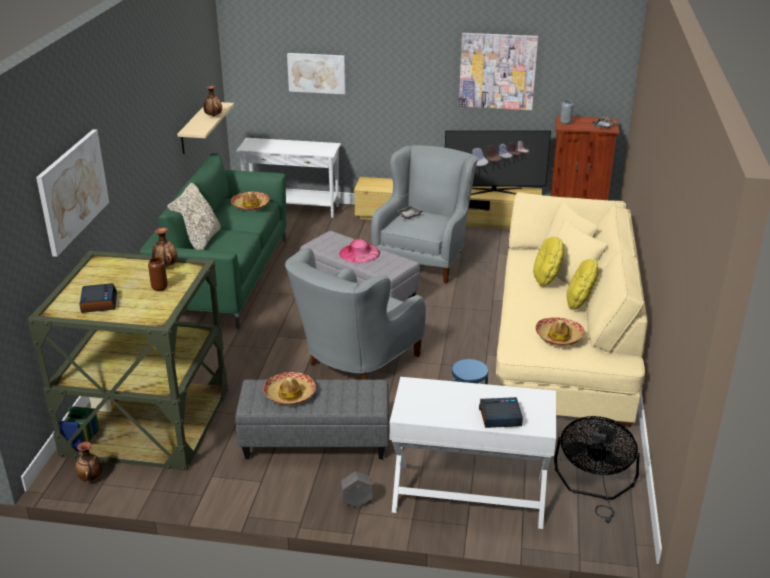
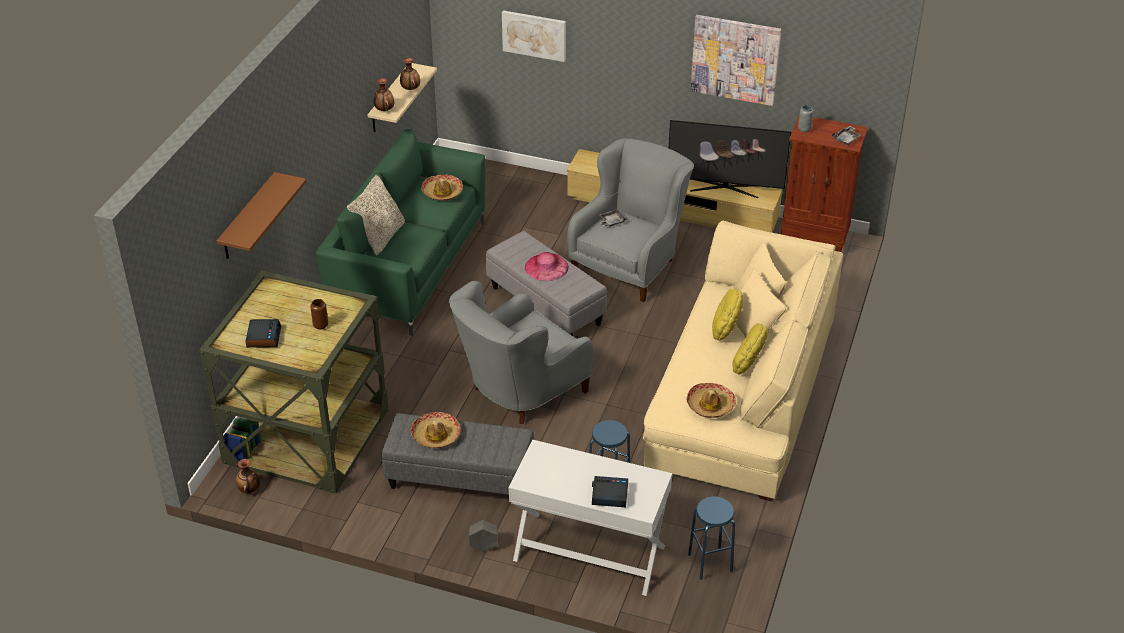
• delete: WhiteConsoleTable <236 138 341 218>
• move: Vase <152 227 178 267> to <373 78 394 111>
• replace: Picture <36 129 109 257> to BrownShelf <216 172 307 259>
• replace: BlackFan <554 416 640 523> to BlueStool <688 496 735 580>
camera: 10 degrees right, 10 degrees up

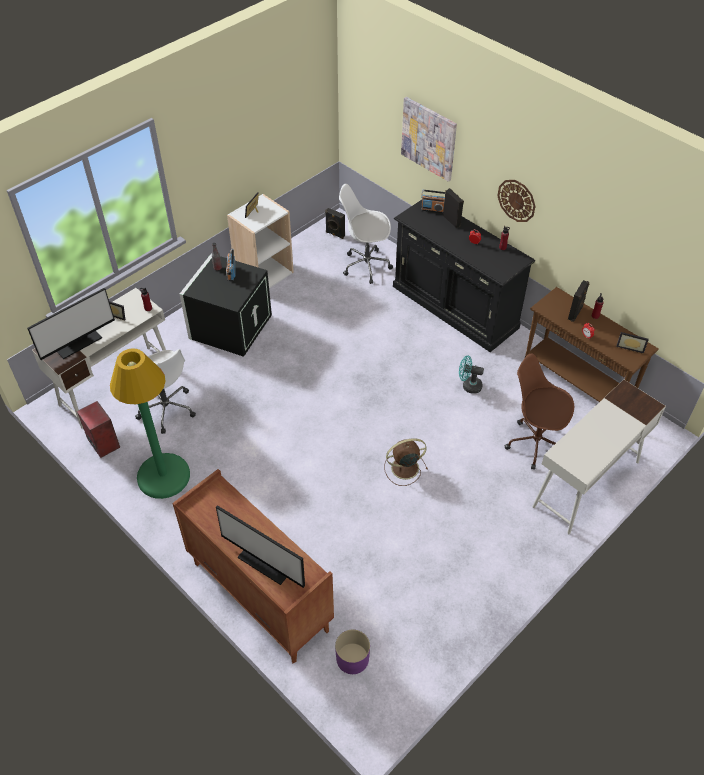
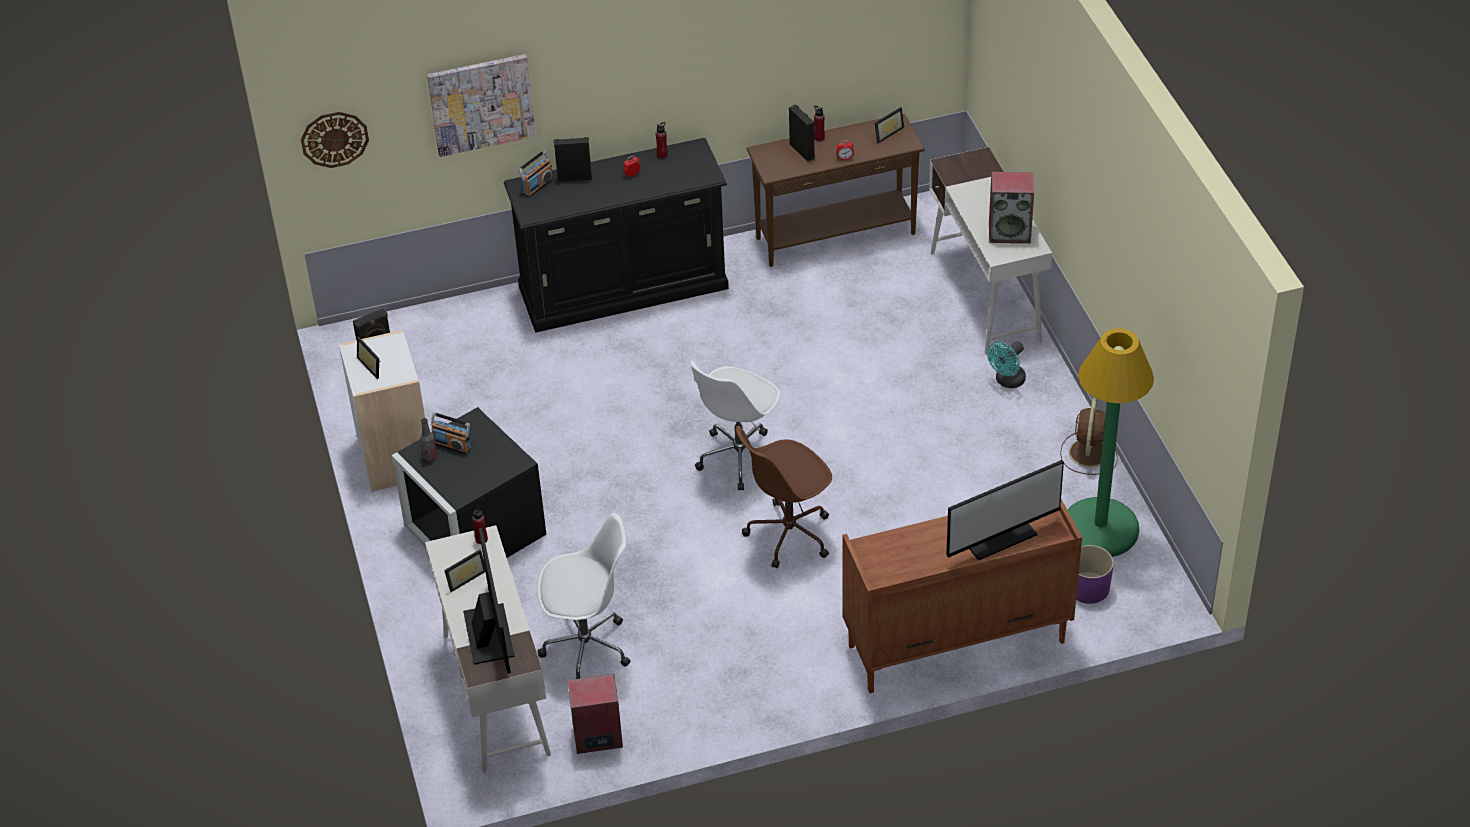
• insert: Speaker <989 172 1034 243>
• move: GreenFloorLamp <110 349 190 499> to <1068 328 1154 557>
• move: WhiteOfficeChair <339 184 393 284> to <690 361 781 491>
• move: BrownFan <384 438 428 486> to <1060 397 1118 475>
• move: TurquoiseFan <459 355 484 394> to <987 341 1026 388>
• move: WallClock <498 180 536 222> to <301 112 369 168>
• move: BrownOfficeChair <504 353 574 470> to <736 426 832 568>
camera: 60 degrees left, 5 degrees down

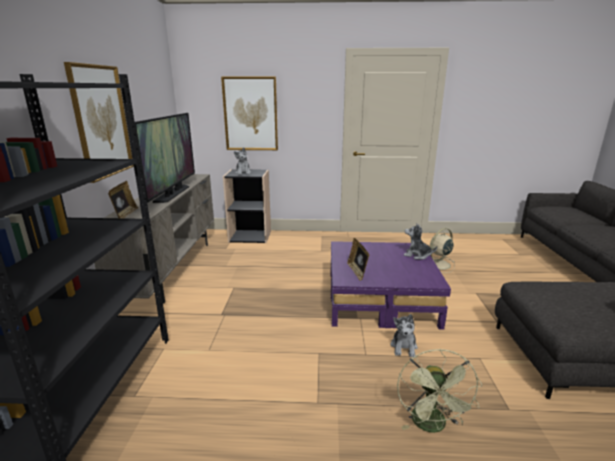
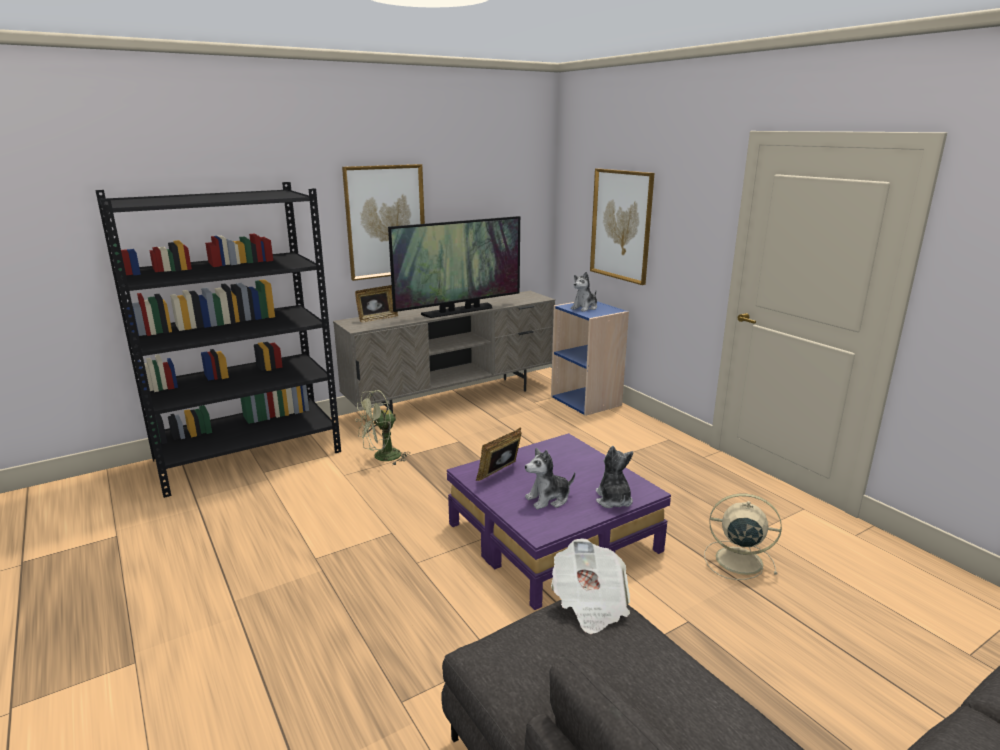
• insert: Newspaper <551 539 630 634>
• move: PlushToy <390 314 418 357> to <525 448 575 509>
• move: GreenFan <397 349 482 433> to <355 390 410 466>
• recolor: BlackBookcase <223 169 271 243> to BlueBookcase <551 301 629 416>
camera: 55 degrees right, 0 degrees up

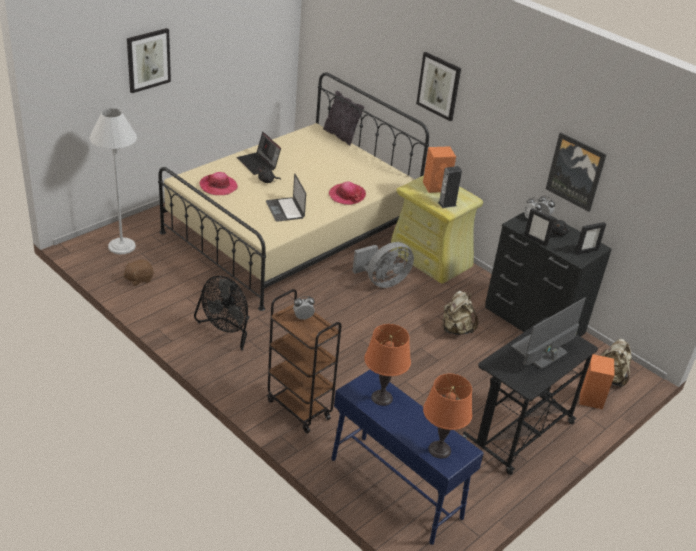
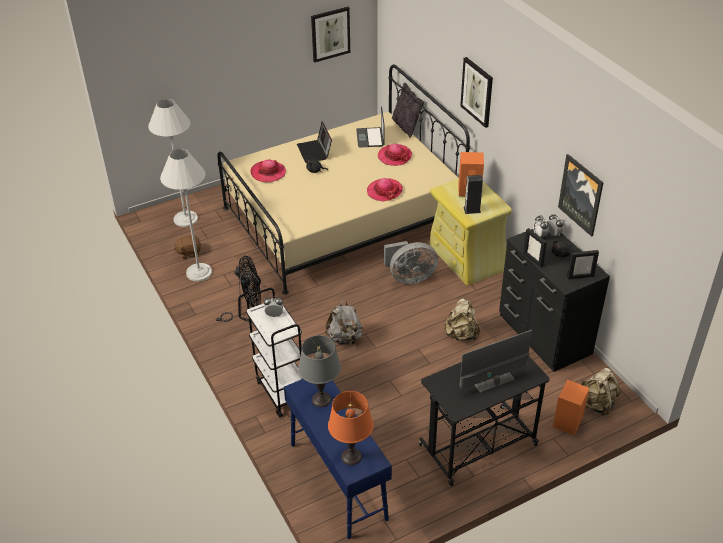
• insert: WhiteFloorLamp <160 149 212 282>
• insert: GreyBackpack <325 300 363 345>
• insert: Hat <378 144 412 166>
• move: Picture <127 28 171 93> to <311 7 350 62>
• move: Laptop <266 173 306 222> to <356 107 385 147>
• recolor: BrownCart <266 289 341 434> to WhiteCart <246 288 303 418>
• recolor: OrangeTableLamp <364 324 411 406> to GreyTableLamp <298 335 341 407>
• rotate: BlackFan <194 276 250 351> = <216 256 261 323> 150 degrees counterclockwise
camera: 20 degrees right, 5 degrees up

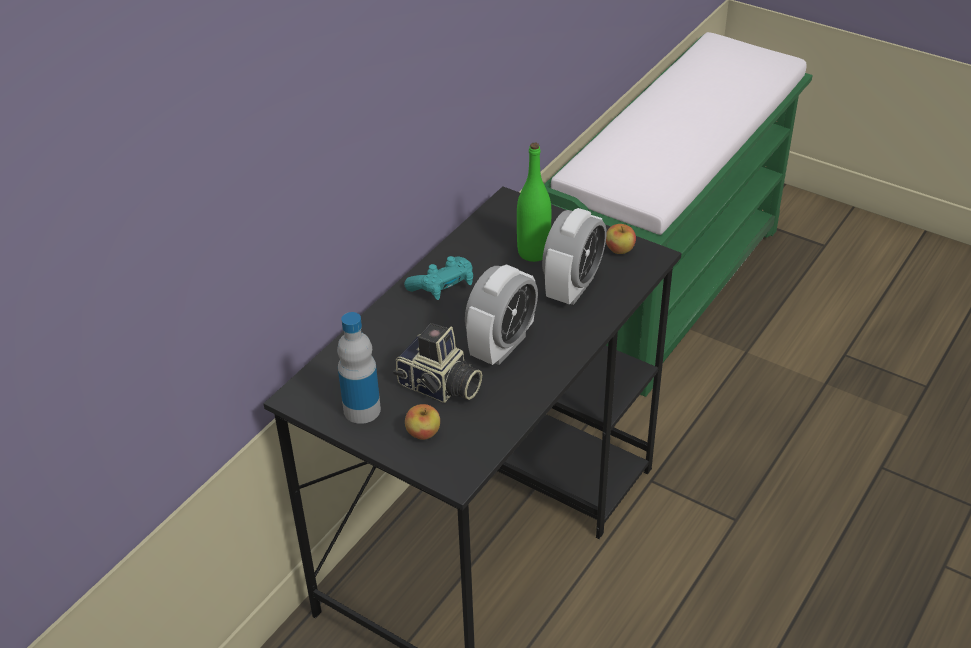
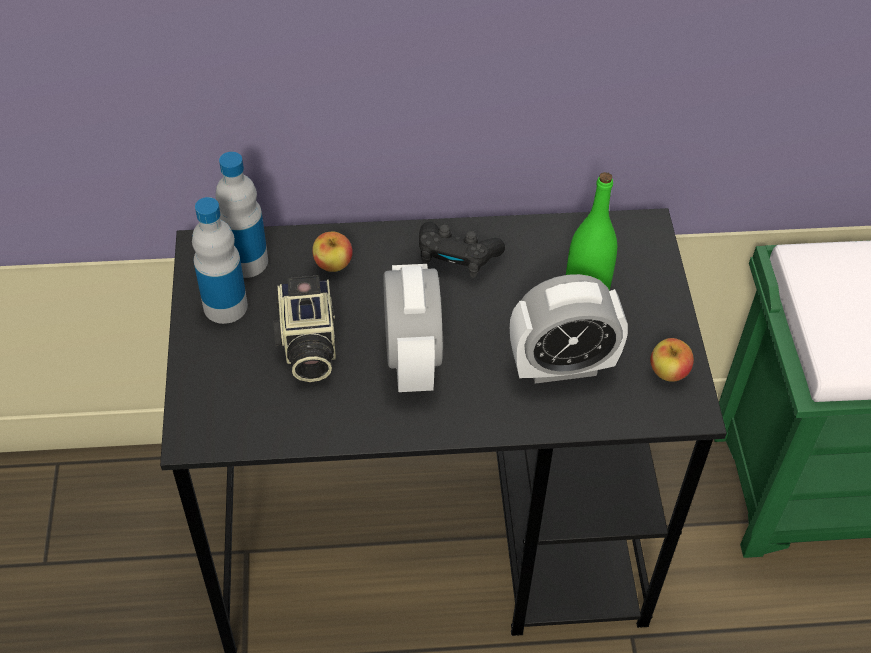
• insert: Bottle <216 152 268 278>
• move: Apple <405 404 440 440> to <312 232 353 272>
• recolor: TurquoiseGameController <404 256 473 300> to BlackGameController <419 222 505 278>
• rotate: AlarmClock <465 264 538 365> = <383 264 443 392> 90 degrees counterclockwise
camera: 50 degrees right, 10 degrees up

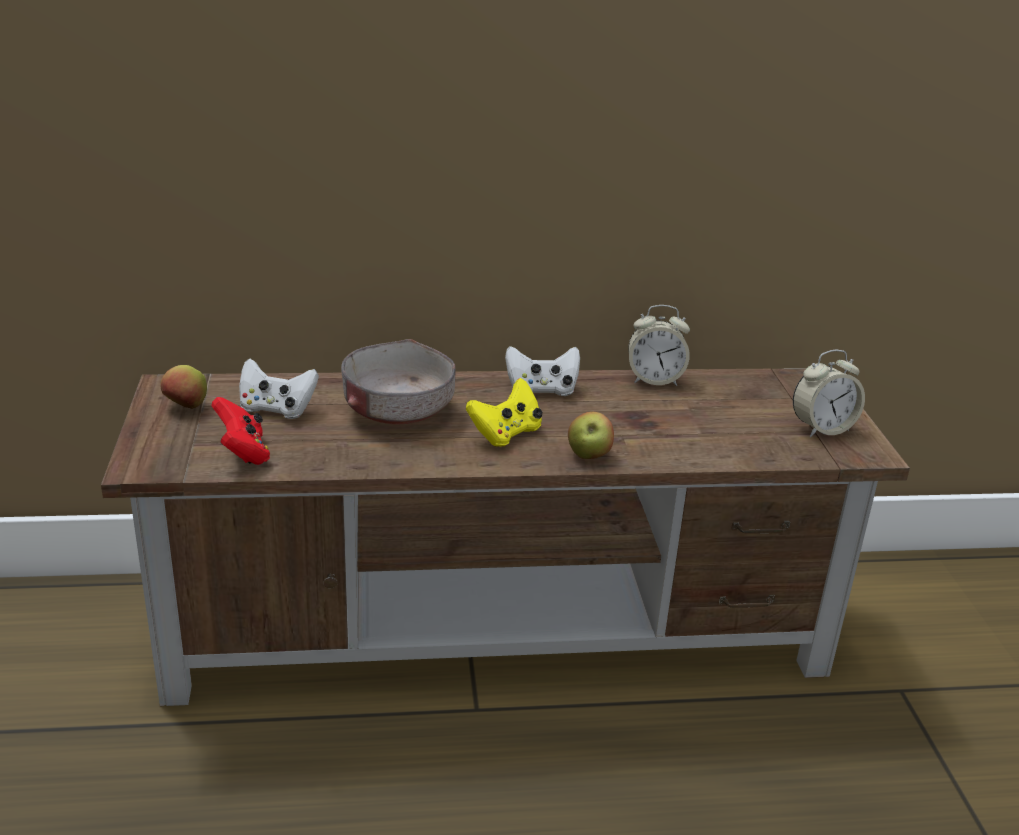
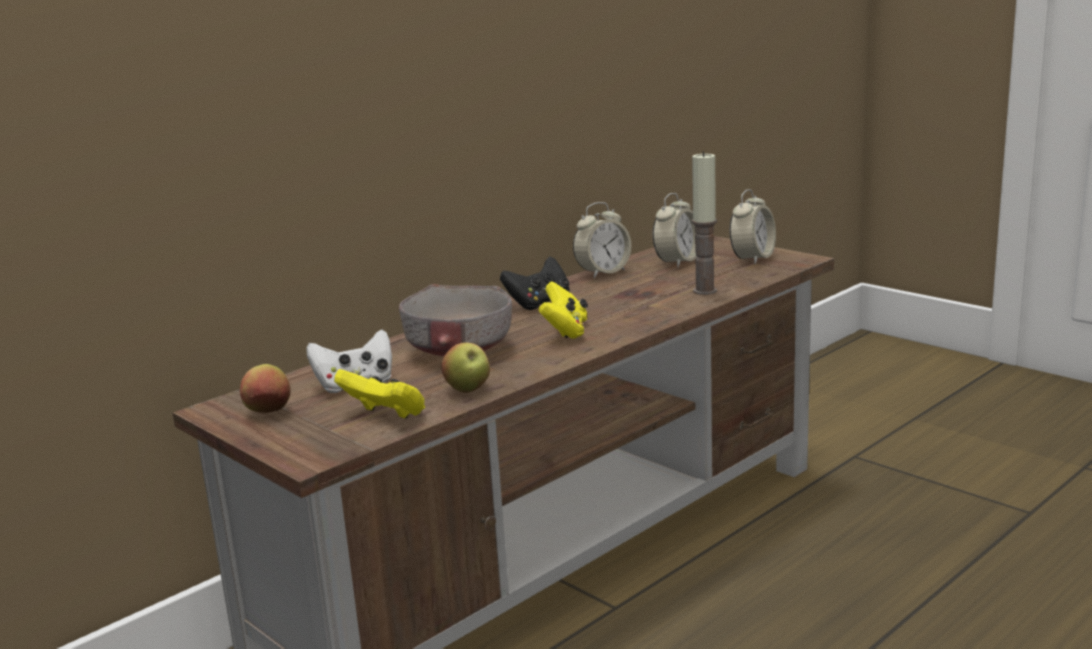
• insert: AlarmClock <653 193 697 268>
• insert: Candle <692 151 717 295>
• move: Apple <568 412 614 459> to <441 343 490 393>
• recolor: RedGameController <211 397 270 465> to YellowGameController <334 369 425 419>
• recolor: WhiteGameController <505 346 580 396> to BlackGameController <500 256 570 310>
camera: 35 degrees left, 10 degrees down

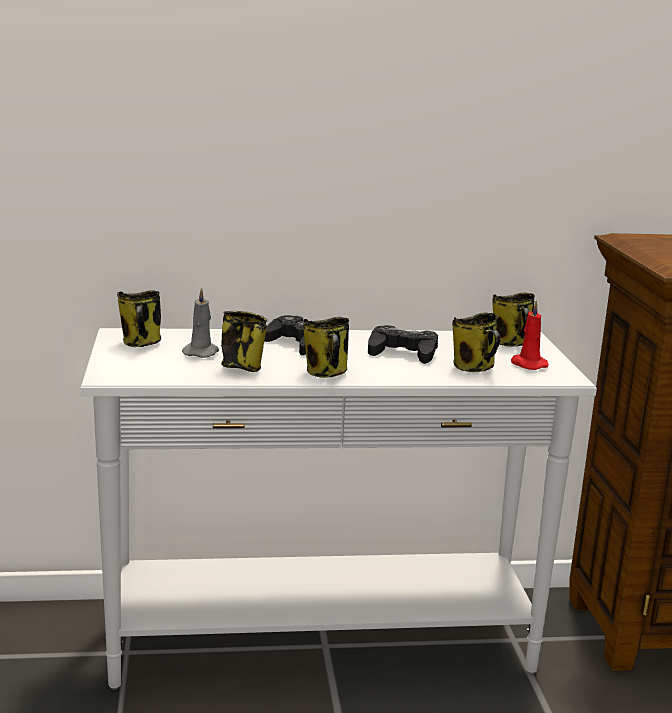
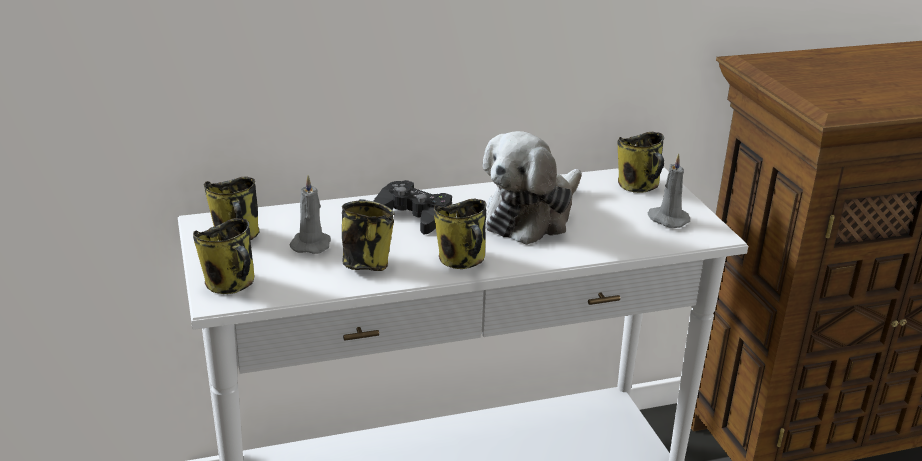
• move: Mug <452 312 501 372> to <193 218 254 294>
• replace: BlackGameController <368 325 438 364> to PlushToy <483 131 582 245>
• recolor: RedCandle <511 300 549 370> to GreyCandle <648 153 690 228>
camera: 10 degrees left, 10 degrees up

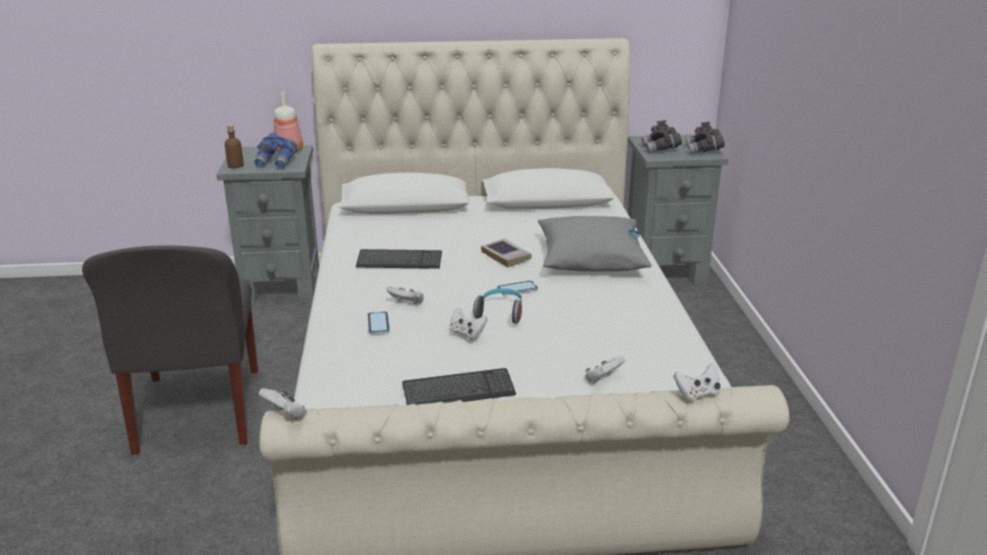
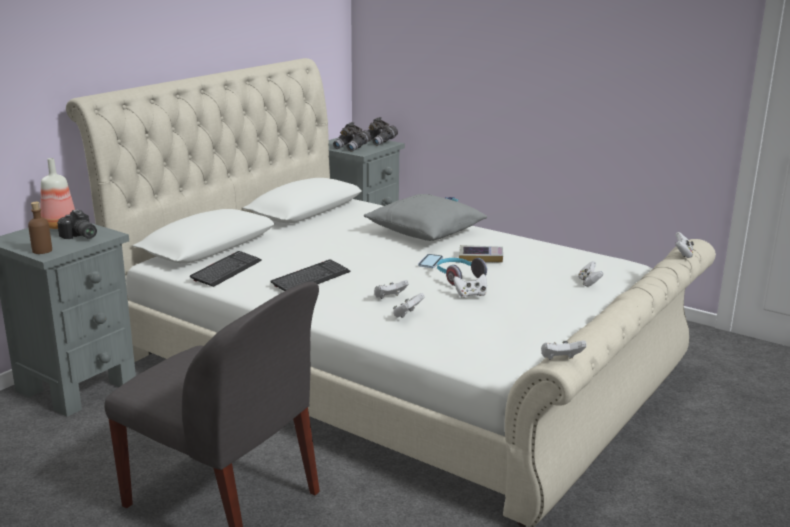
• move: Keyboard <402 368 516 405> to <190 251 262 287>
• move: Book <481 239 532 267> to <459 245 503 263>
• replace: BlueBinoculars <255 132 297 169> to PhotoCamera <57 209 97 239>
• replace: Phone <367 311 390 334> to WhiteGameController <393 293 425 318>
camera: 50 degrees left, 5 degrees down

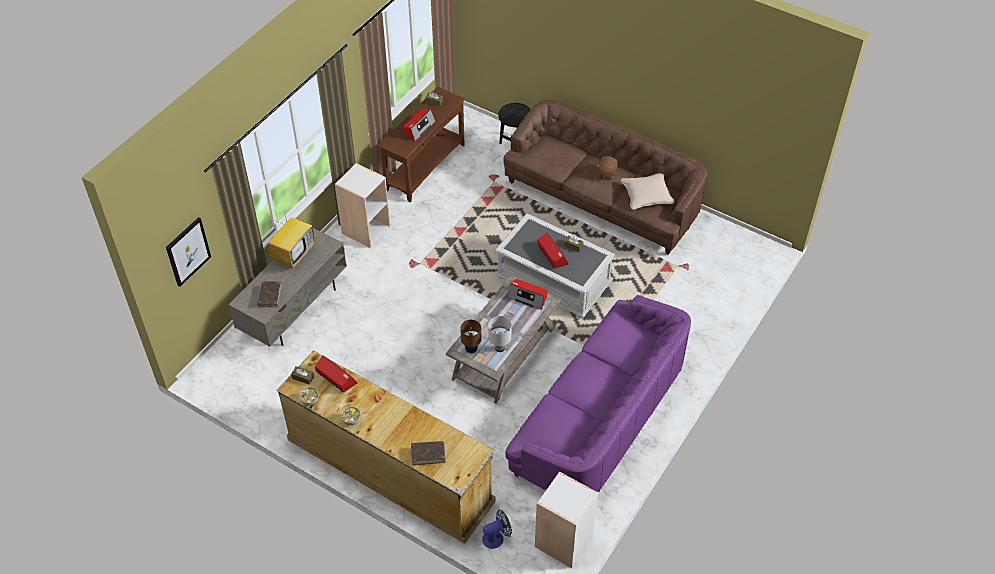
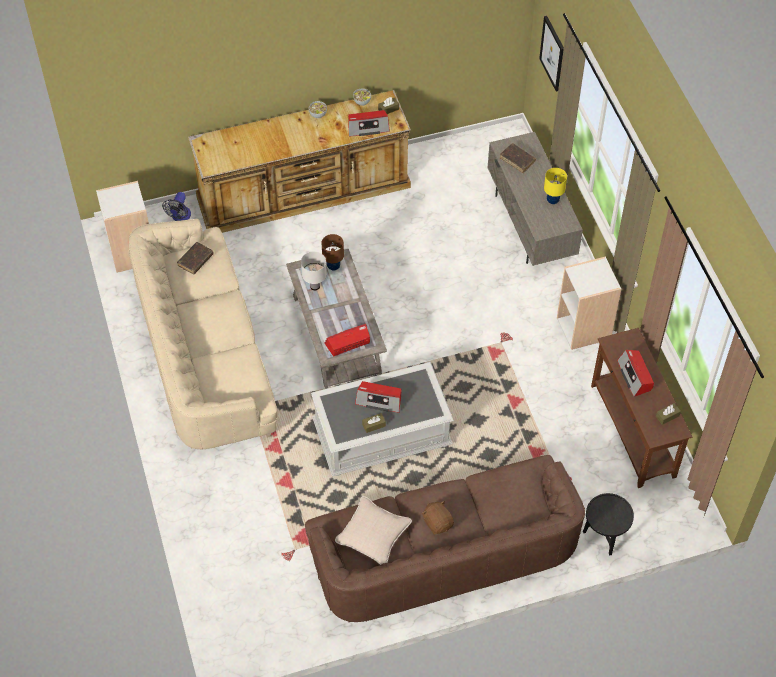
• move: BrownBook <411 441 446 466> to <177 242 214 274>
• replace: Television <268 210 315 268> to YellowTableLamp <544 168 567 204>
• recolor: PurpleSofa <505 295 691 492> to BeigeSofa <129 219 278 449>
camera: 130 degrees right, 5 degrees up

